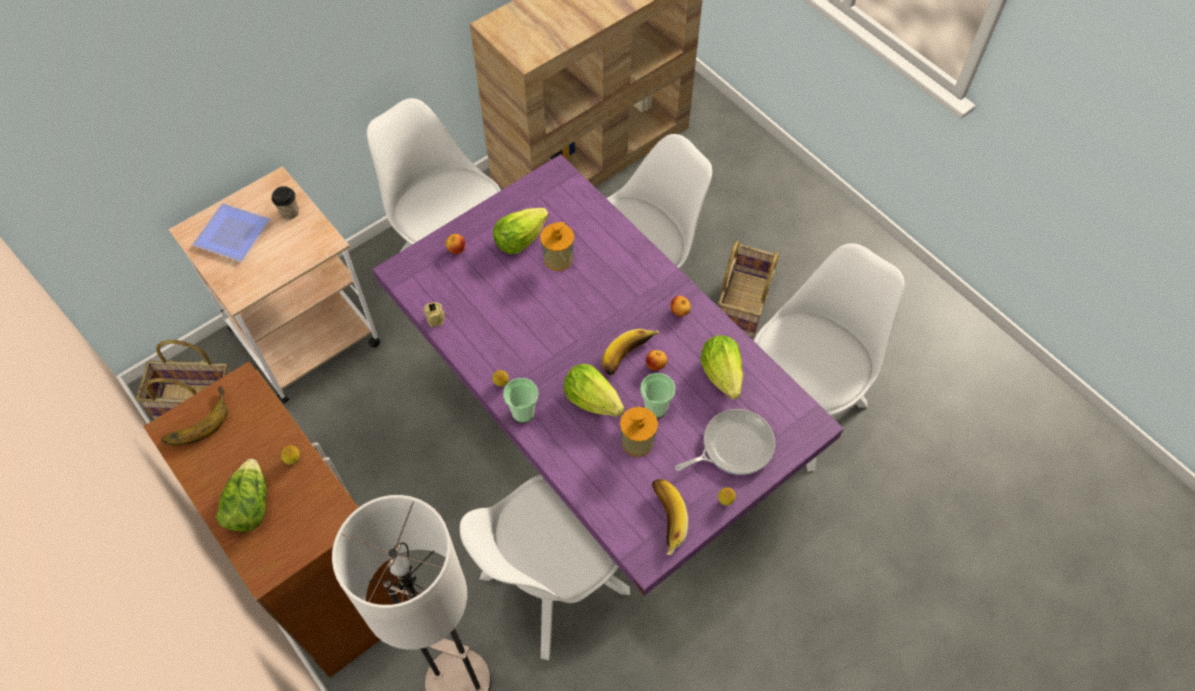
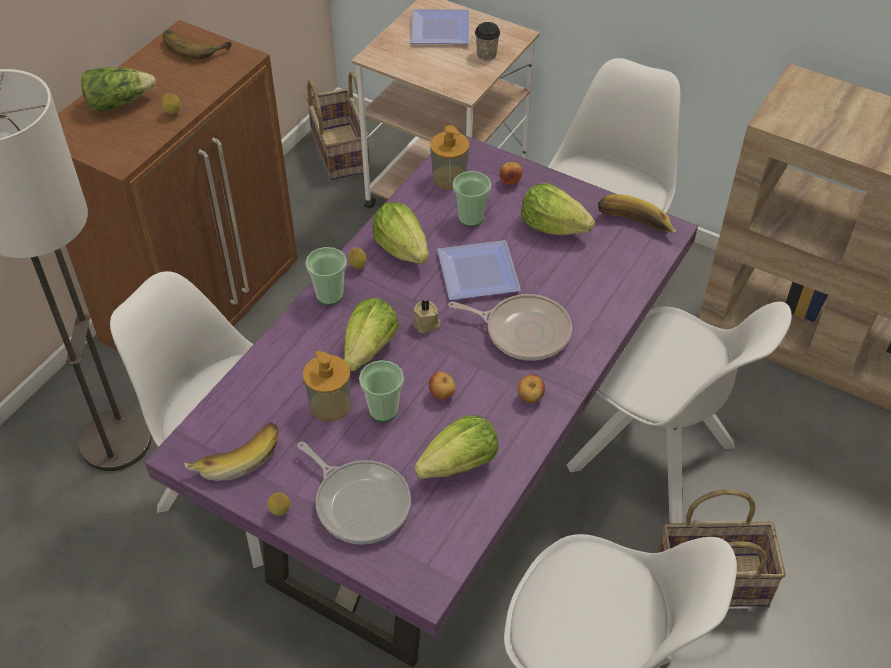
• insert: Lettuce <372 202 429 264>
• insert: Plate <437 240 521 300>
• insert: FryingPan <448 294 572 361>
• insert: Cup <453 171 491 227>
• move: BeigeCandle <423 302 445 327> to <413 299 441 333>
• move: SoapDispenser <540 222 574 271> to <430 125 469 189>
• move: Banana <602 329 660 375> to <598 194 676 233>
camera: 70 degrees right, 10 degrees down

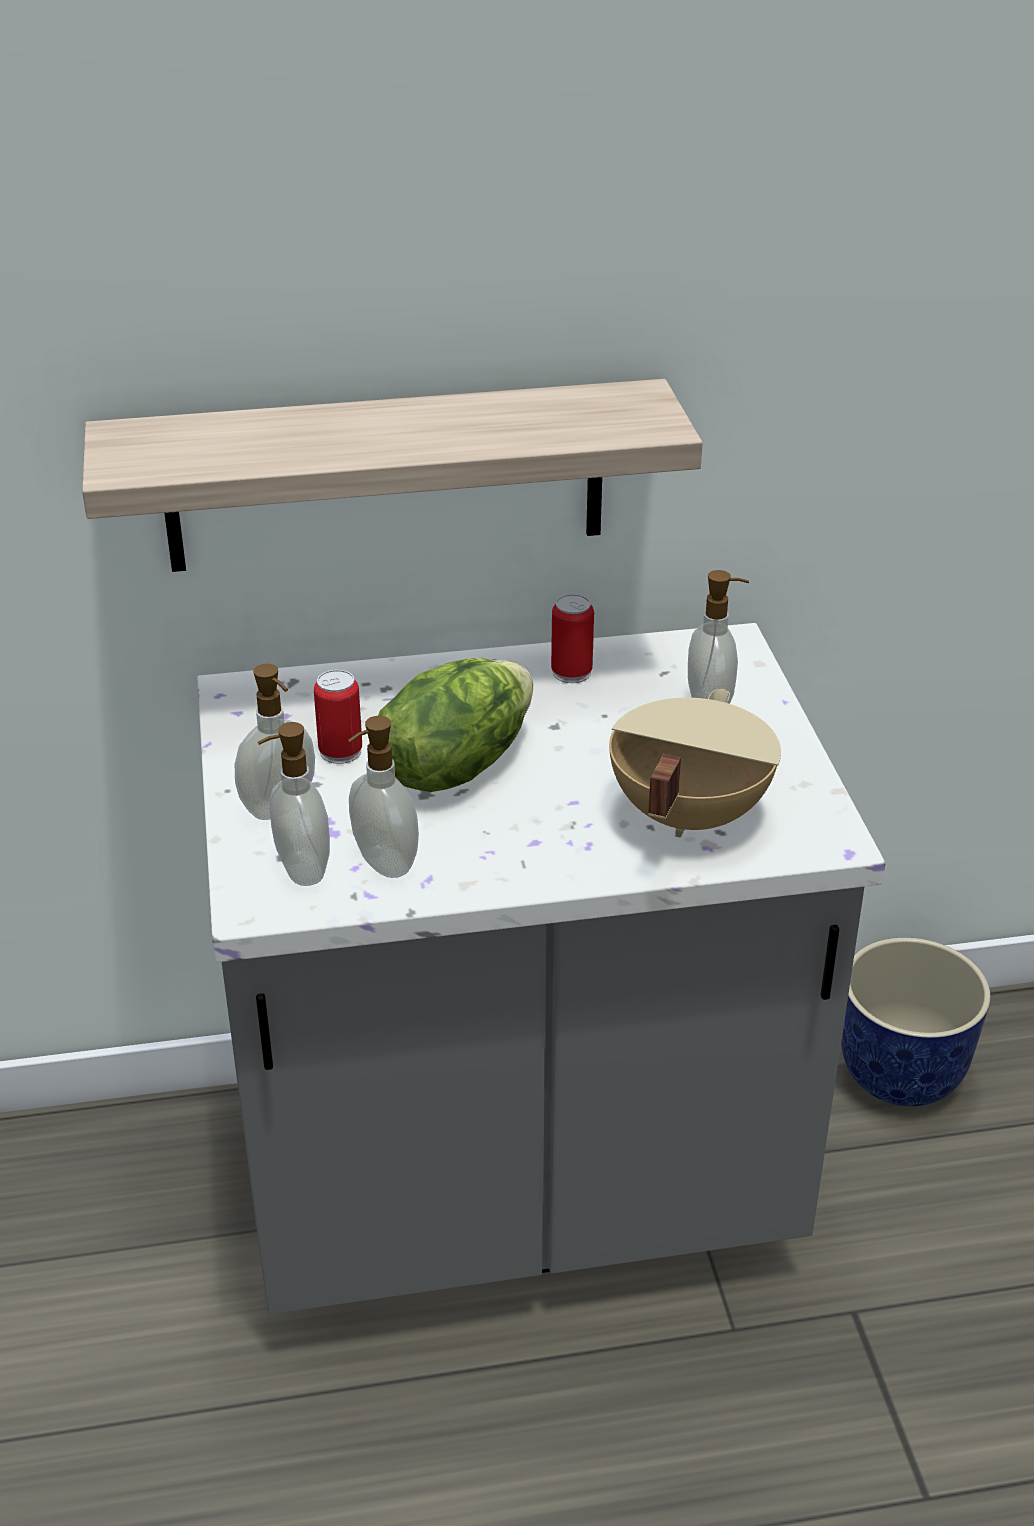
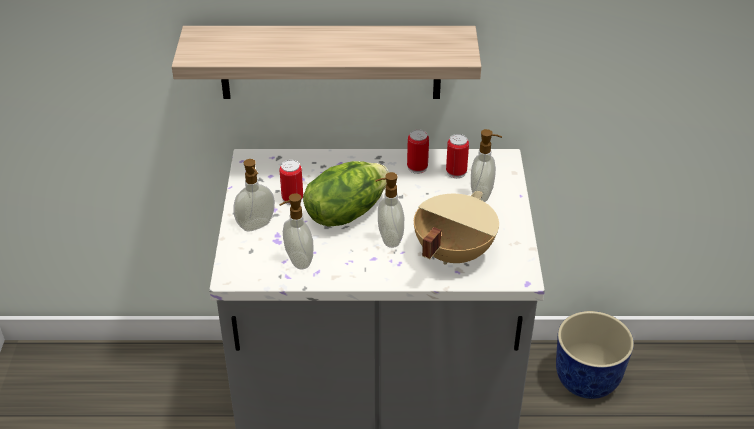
• insert: Can <446 134 469 178>
• move: SoapDispenser <258 722 330 886> to <375 172 404 248>
camera: 10 degrees right, 5 degrees up

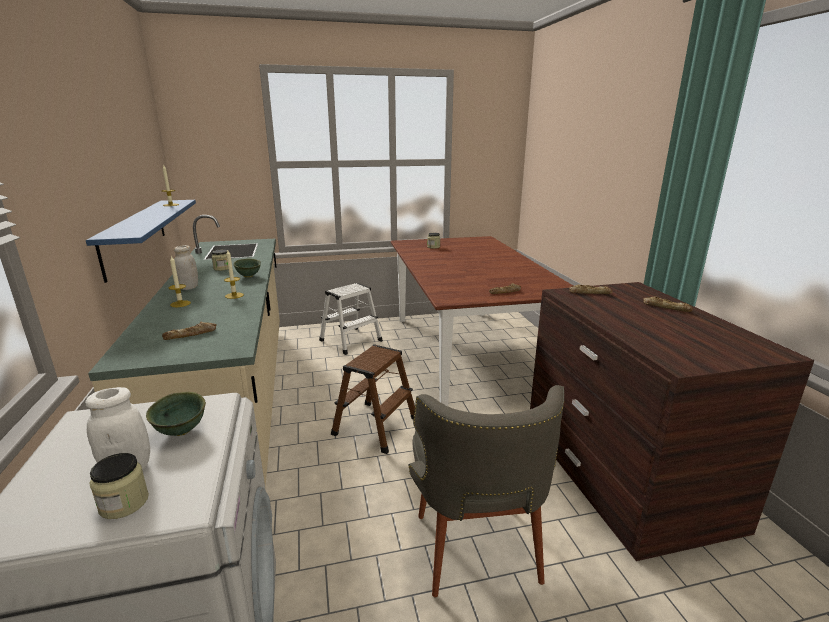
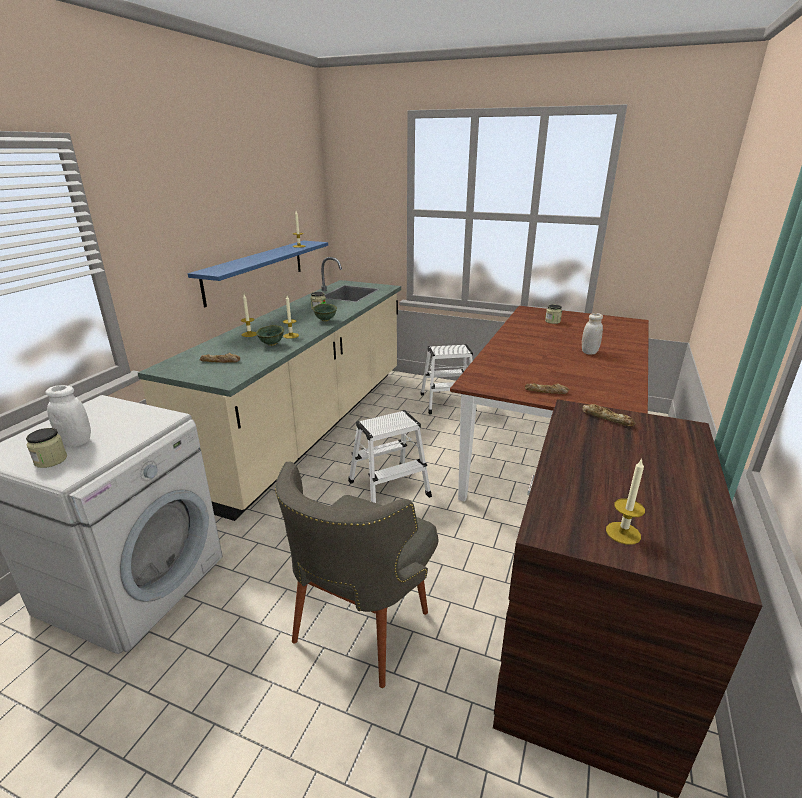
• delete: Bread <643 297 693 312>
• insert: Candle <606 458 645 545>
• move: GreenBowl <146 392 206 436> to <256 325 284 346>
• move: WhiteJar <174 245 198 290> to <582 313 603 355>
• recolor: BrownStepLadder <331 344 415 454> to WhiteStepLadder <348 410 432 503>
camera: 35 degrees right, 5 degrees up

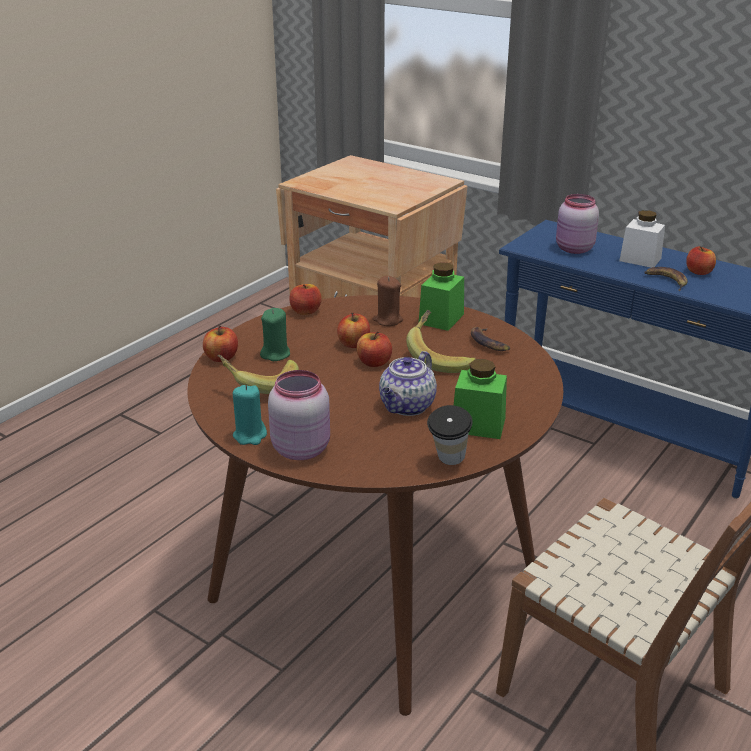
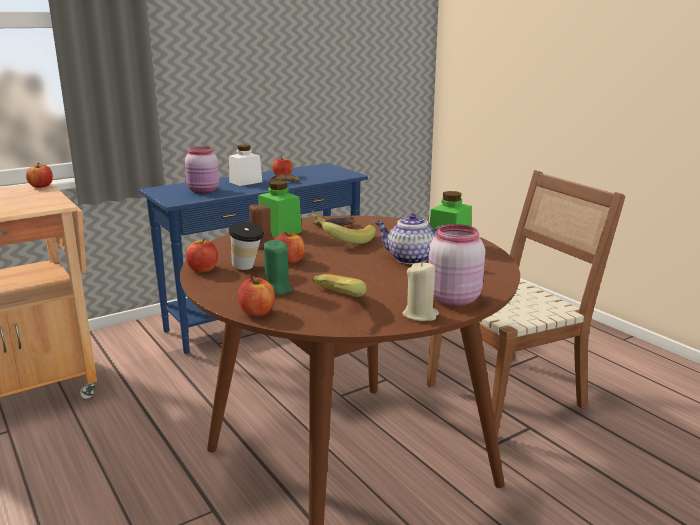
• move: Apple <357 331 392 367> to <26 163 53 188>
• move: Cup <427 405 473 465> to <228 222 264 270>
• recolor: TurquoiseCandle <233 385 267 445> to BeigeCandle <402 261 439 321>
• rotate: Teapot <379 351 437 416> = <375 214 444 264> 150 degrees clockwise
camera: 70 degrees left, 10 degrees down

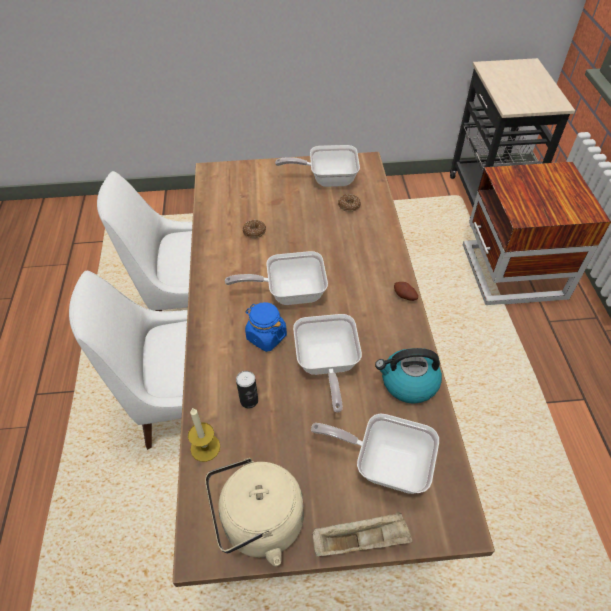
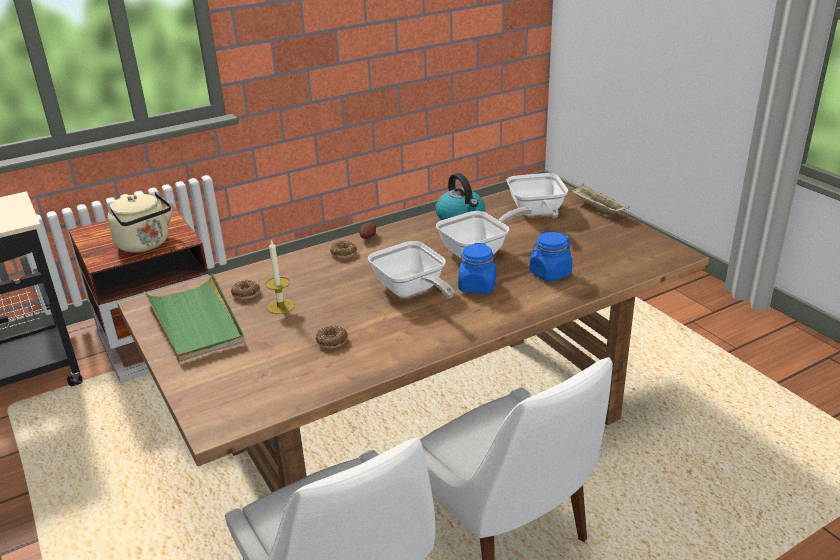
• insert: Donut <330 241 357 259>
• move: Candle <188 408 220 462> to <265 240 295 314>
• move: BeigeKettle <205 458 304 566> to <107 192 172 253>
• replace: Can <236 371 258 408> to BlueJar <529 232 572 282>
• replace: FryingPan <275 145 360 187> to GreenTray <144 273 245 362>
camera: 115 degrees left, 20 degrees down

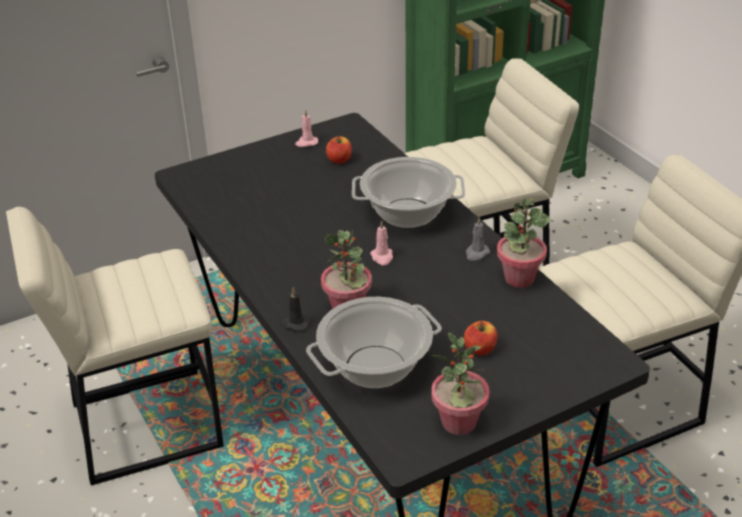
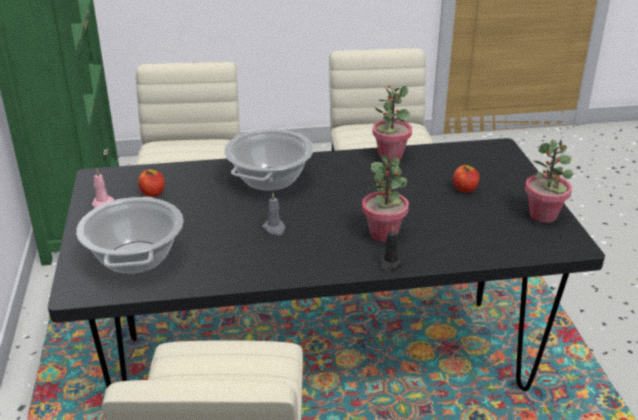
• delete: PinkCandle <370 220 393 265>
• move: CookingPot <306 297 442 388> to <76 197 183 274>
• move: GreyCandle <466 217 490 261> to <262 193 285 236>
camera: 70 degrees left, 5 degrees down

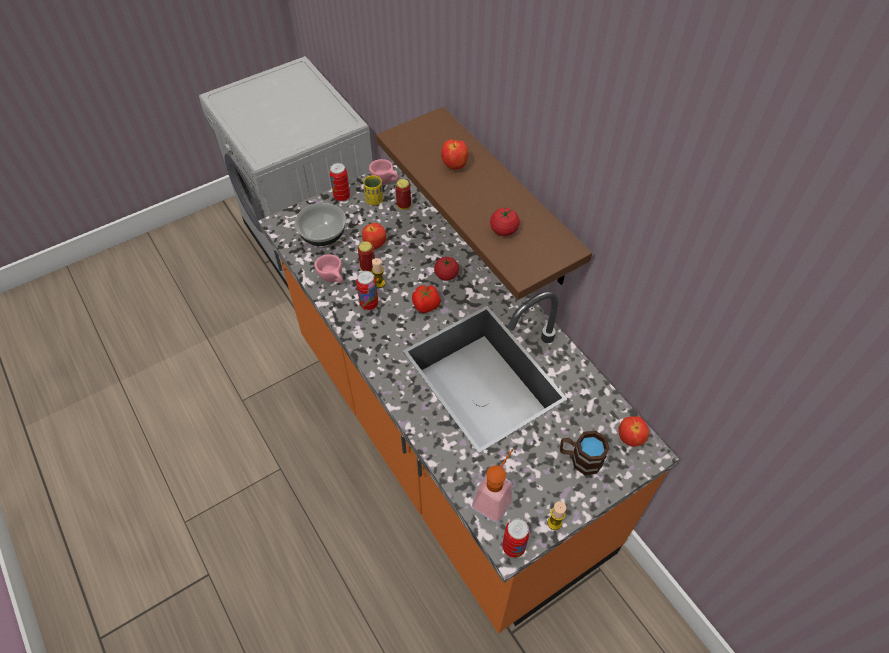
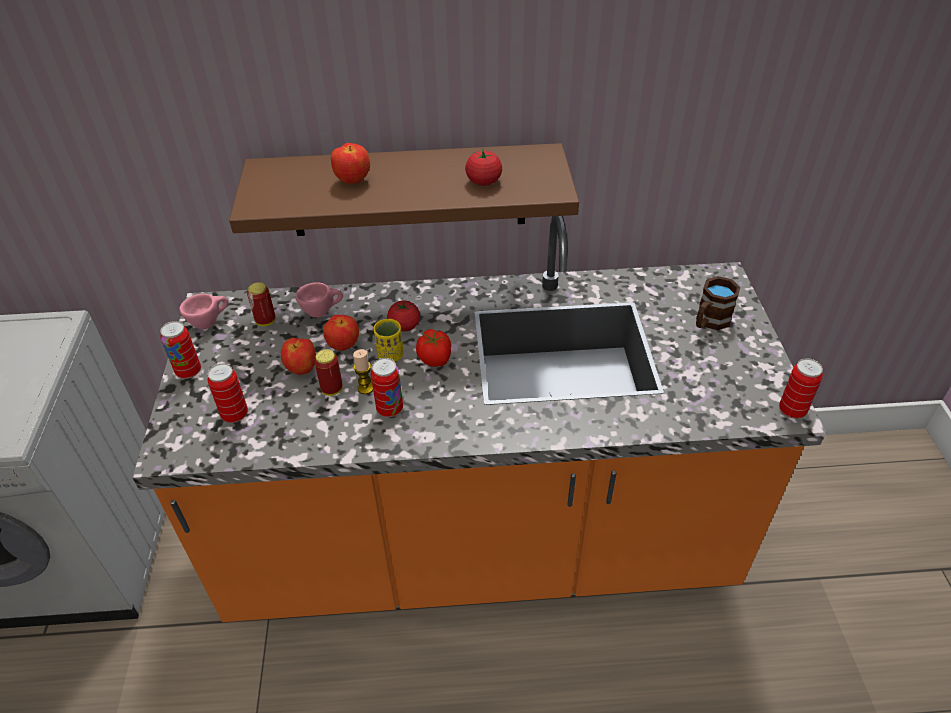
• delete: SoapDispenser <472 449 513 523>
• delete: Candle <547 501 566 530>
• move: PinkCup <315 254 343 283> to <296 282 343 318>
• move: YellowCup <363 175 383 205> to <374 319 403 362>
• move: Apple <618 416 649 447> to <323 315 359 351>
• replace: Bowl <295 203 346 246> to Can <208 363 248 423>
camera: 60 degrees left, 10 degrees down

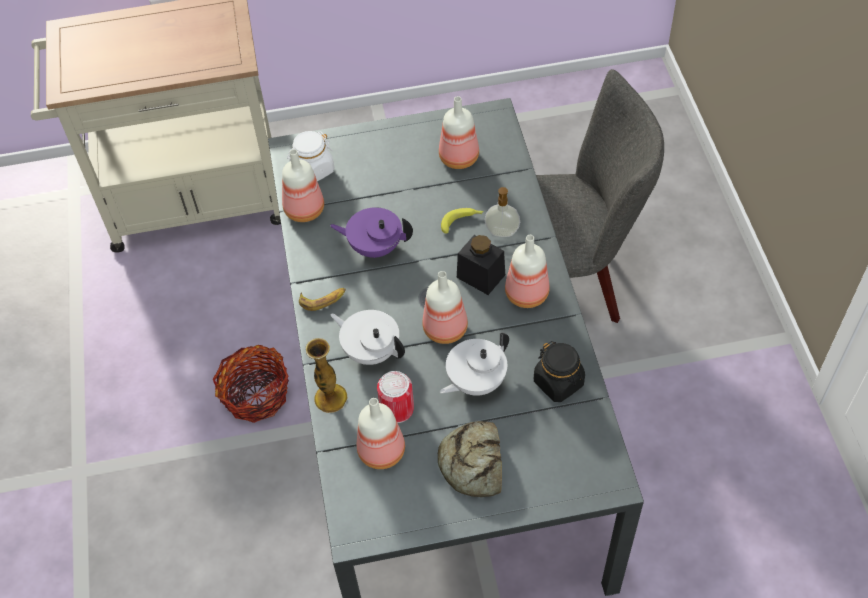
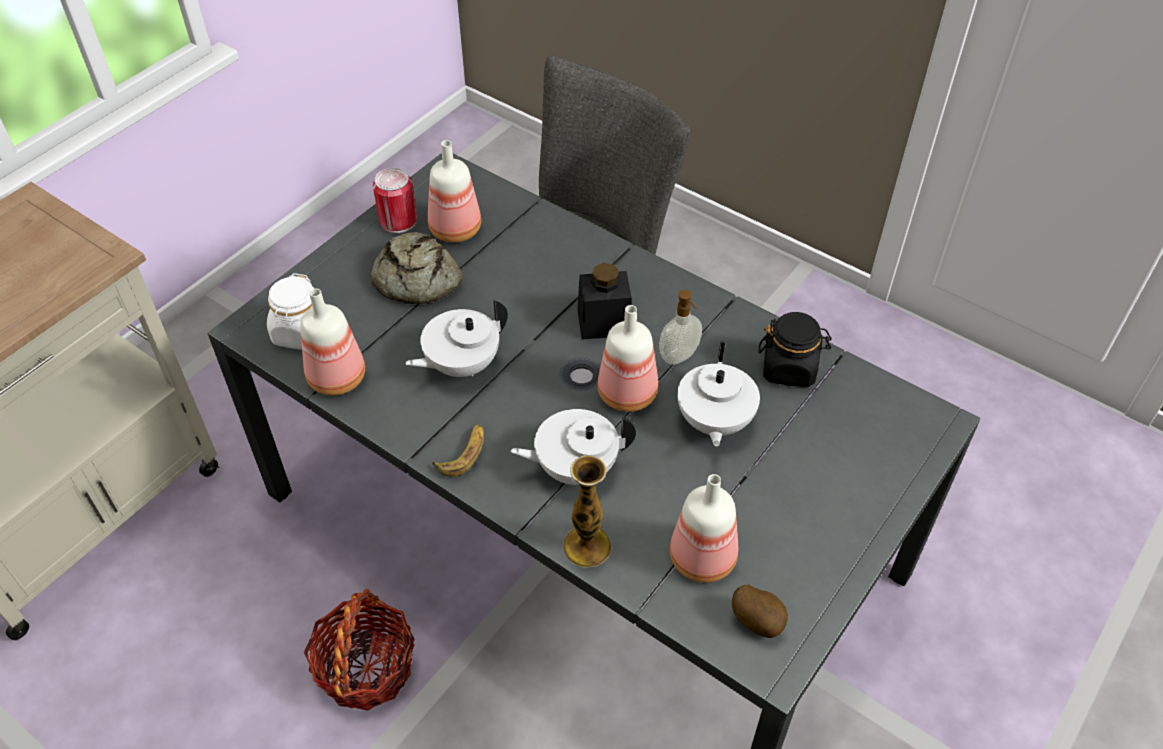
• delete: Banana <441 208 484 234>
• delete: Bottle <505 235 549 308>
• insert: Potato <732 585 788 638>
• move: Can <377 371 414 423> to <373 168 417 233>
• move: Bread <438 421 502 497> to <371 232 463 304>
• move: SoapDispenser <485 187 520 237> to <659 290 702 365>
• recolor: PurpleTeapot <330 207 413 258> to WhiteTeapot <405 300 508 377>
camera: 45 degrees left, 5 degrees down

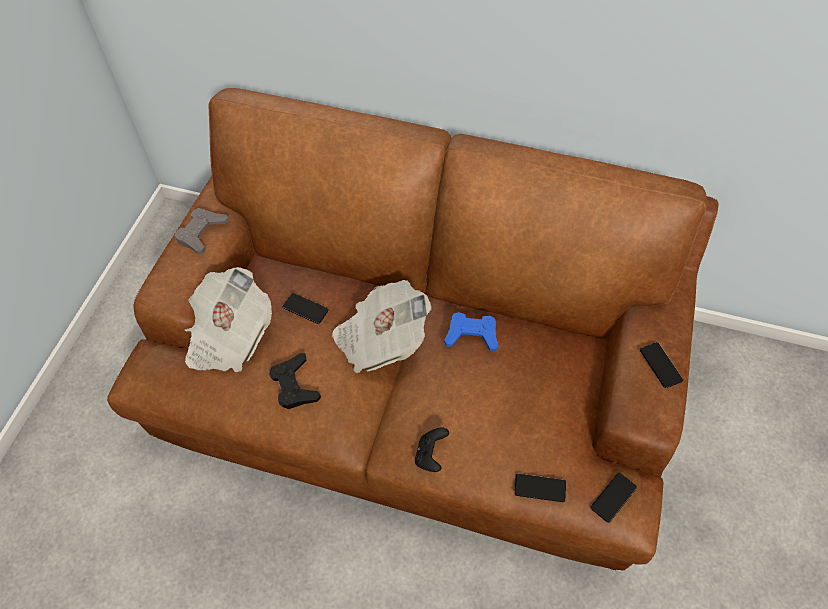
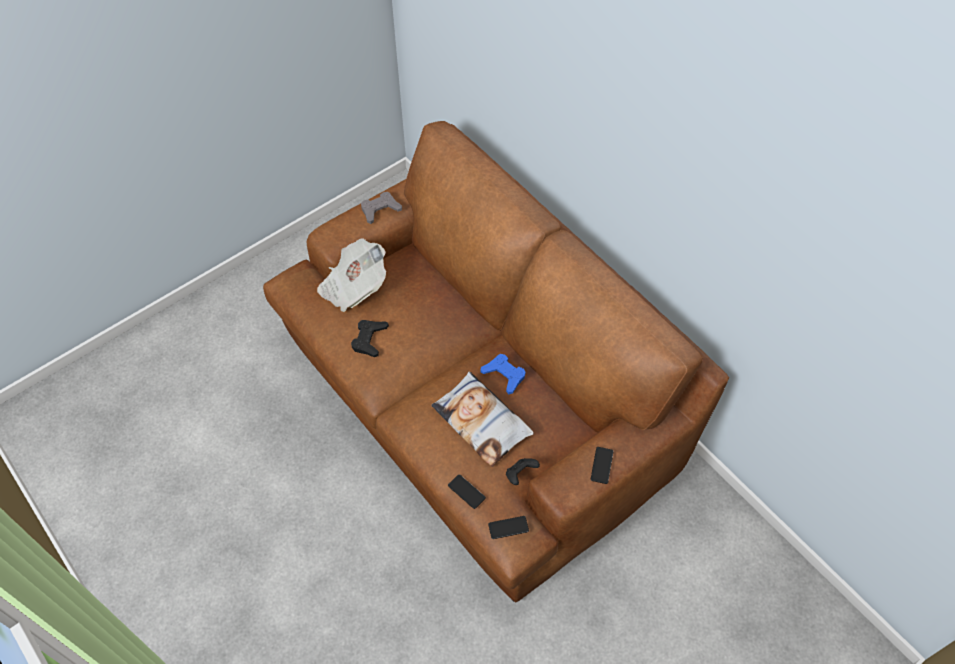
• delete: Phone <283 293 329 324>
• delete: Newspaper <332 280 432 373>
• insert: Pillow <431 372 534 467>
• move: BlackGameController <415 427 449 472> to <506 458 540 485>
camera: 35 degrees right, 0 degrees up

